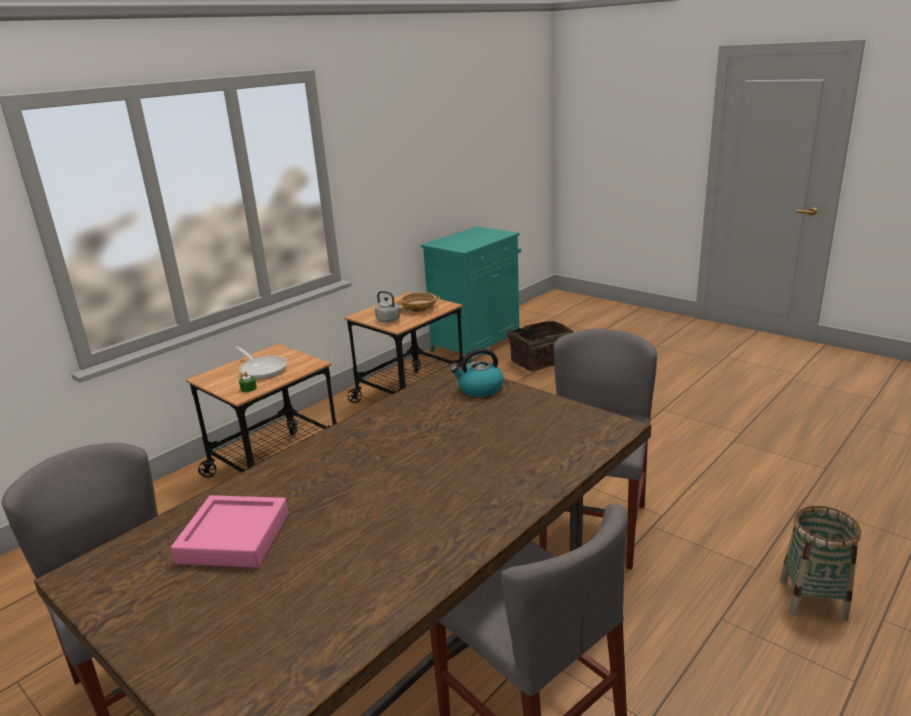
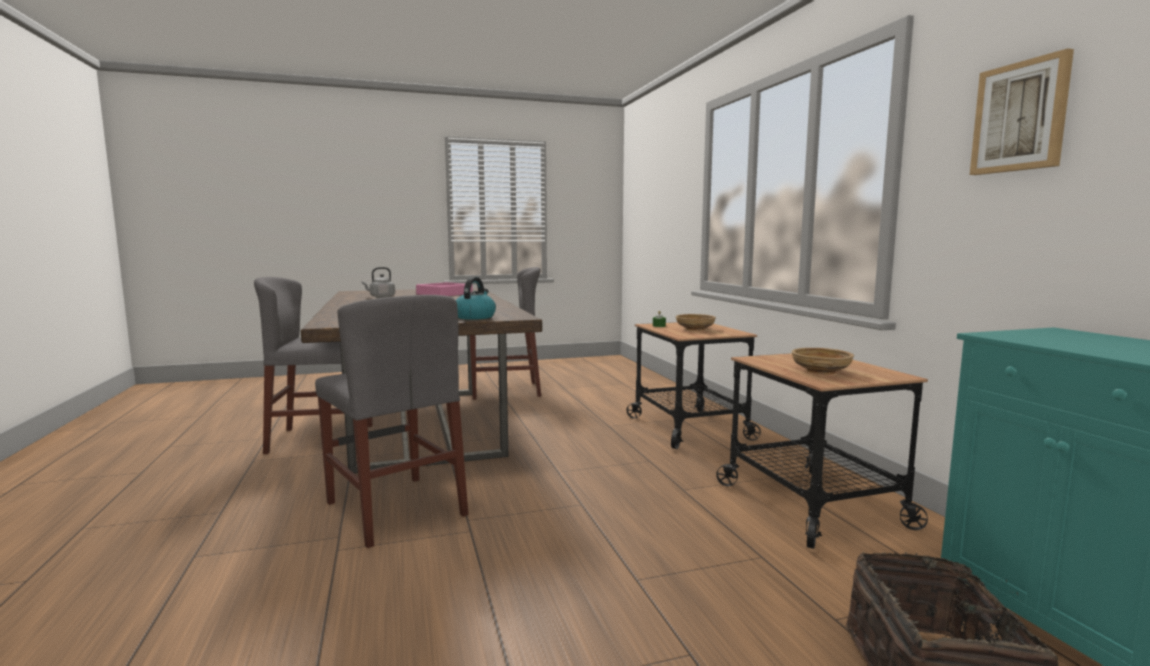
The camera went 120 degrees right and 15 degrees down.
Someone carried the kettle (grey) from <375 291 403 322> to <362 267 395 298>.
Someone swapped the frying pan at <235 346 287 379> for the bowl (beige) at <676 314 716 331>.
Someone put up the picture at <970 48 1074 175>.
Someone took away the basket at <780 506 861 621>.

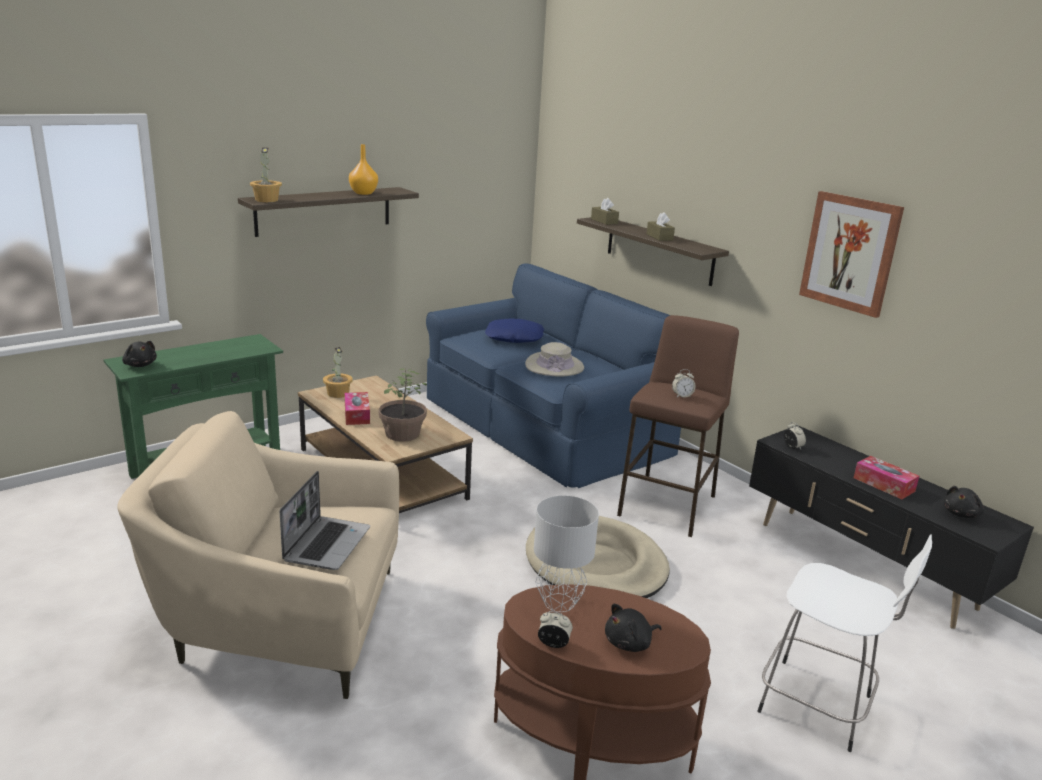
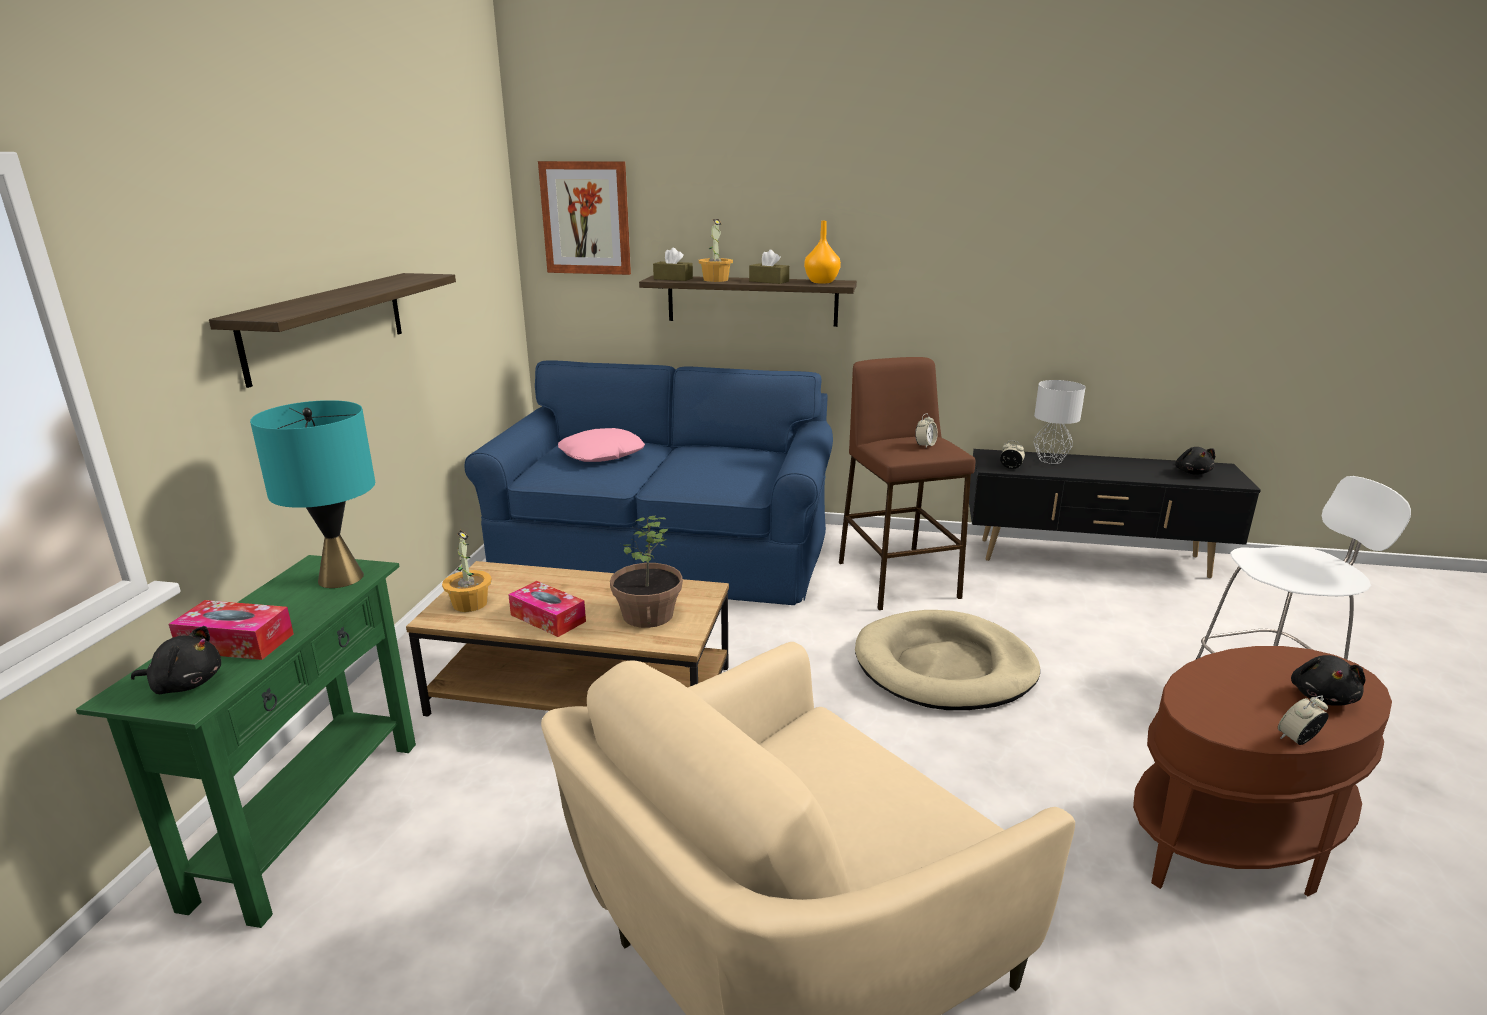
The camera went 40 degrees left and 0 degrees up.
Someone carried the tissue box from <854 456 919 499> to <169 600 294 660>.
Someone put down the table lamp (turquoise) at <250 400 375 588>.
Someone carried the picture from <799 191 904 318> to <538 161 631 275>.
Someone repainted the pillow (blue) at <485 318 544 343>, which became the pillow (pink) at <558 428 645 462>.
Someone carried the potted plant from <250 147 282 202> to <698 219 733 282>.
Someone carried the vase (orange) from <349 144 378 195> to <804 221 841 284>.
Someone carried the table lamp (grey) from <534 495 599 612> to <1034 380 1086 464>.
Someone took away the laptop at <280 471 370 570>.
Someone took away the hat (beige) at <525 342 584 377>.

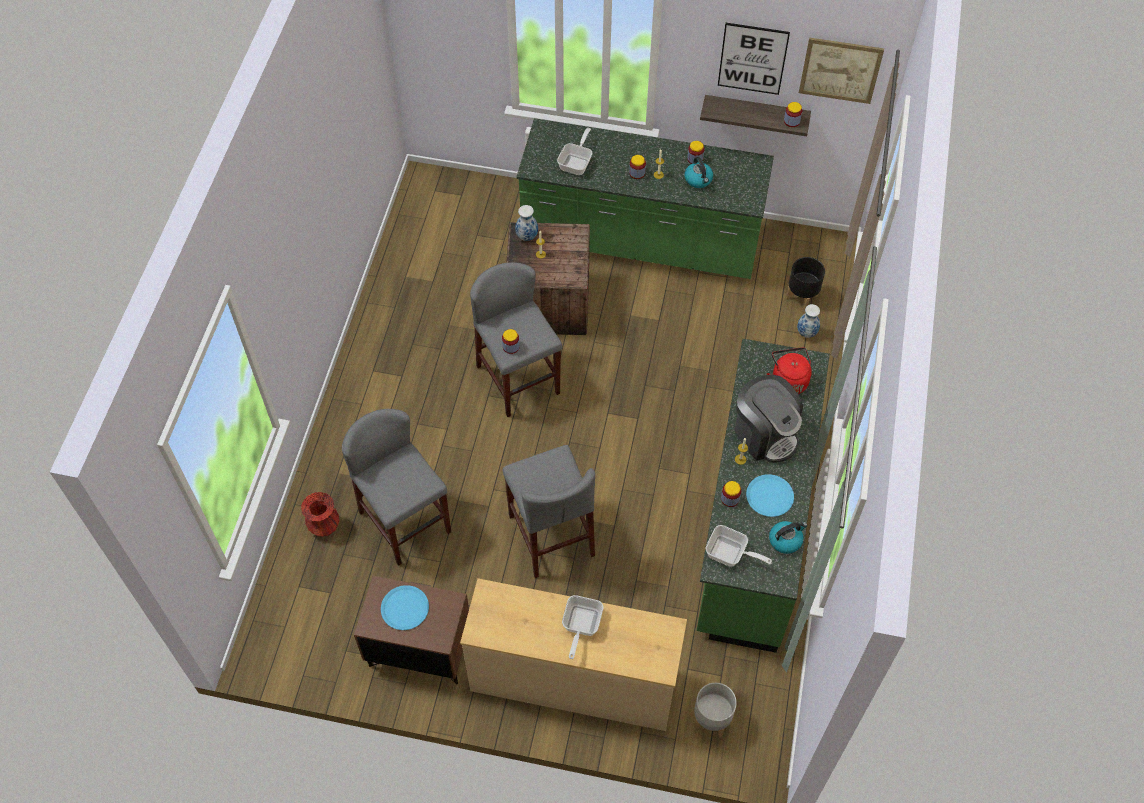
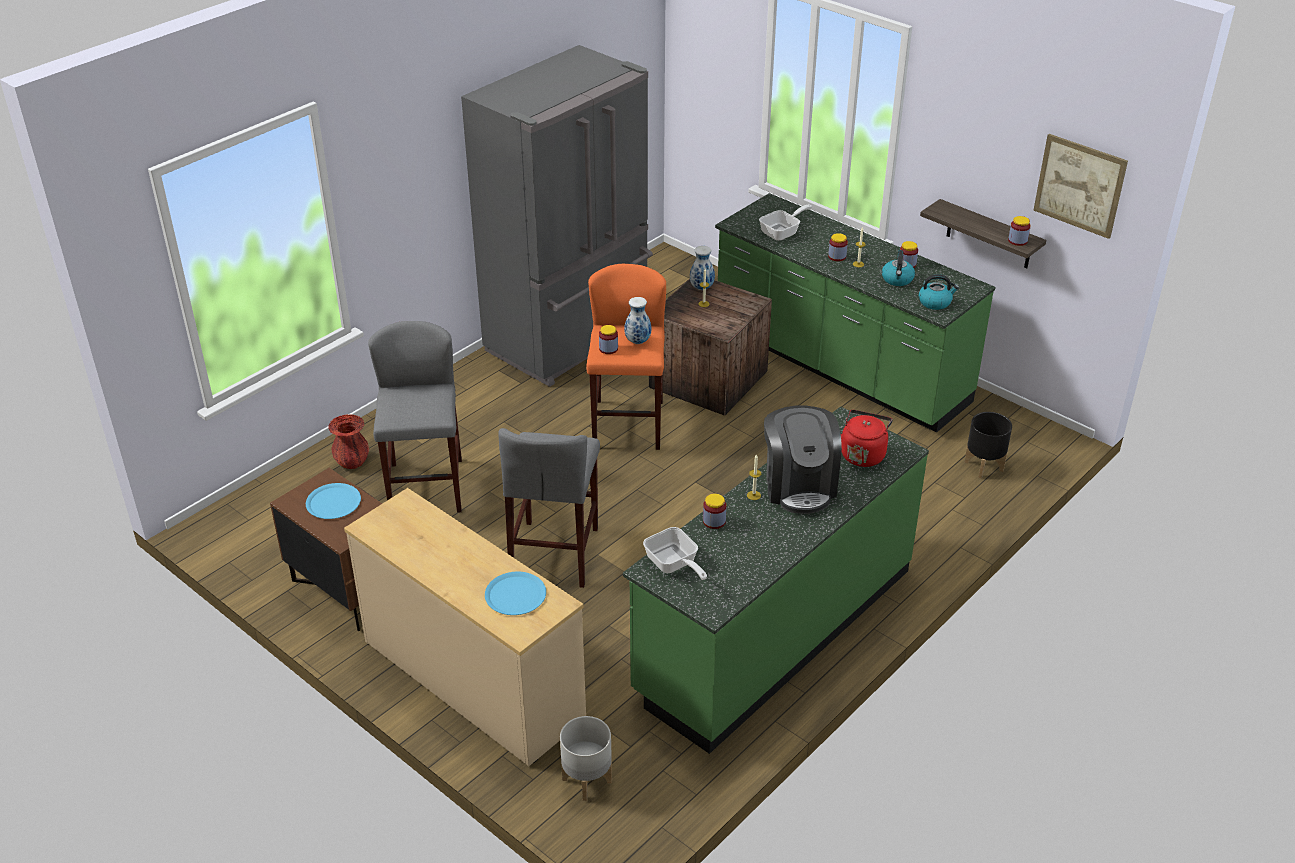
The camera went 30 degrees right and 20 degrees down.
Someone put down the fridge (grey) at <461 45 653 387>.
Someone carried the plate (blue) from <746 474 794 517> to <485 572 546 615>.
Someone repainted the stool (grey) at <470 262 562 417>, which became the stool (orange) at <586 264 666 450>.
Someone carried the vase from <797 304 820 338> to <624 297 651 344>.
Someone carried the kettle from <769 521 807 554> to <919 274 959 310>.
Someone took away the frying pan at <562 595 603 659>.
Someone took away the picture at <718 23 790 95>.

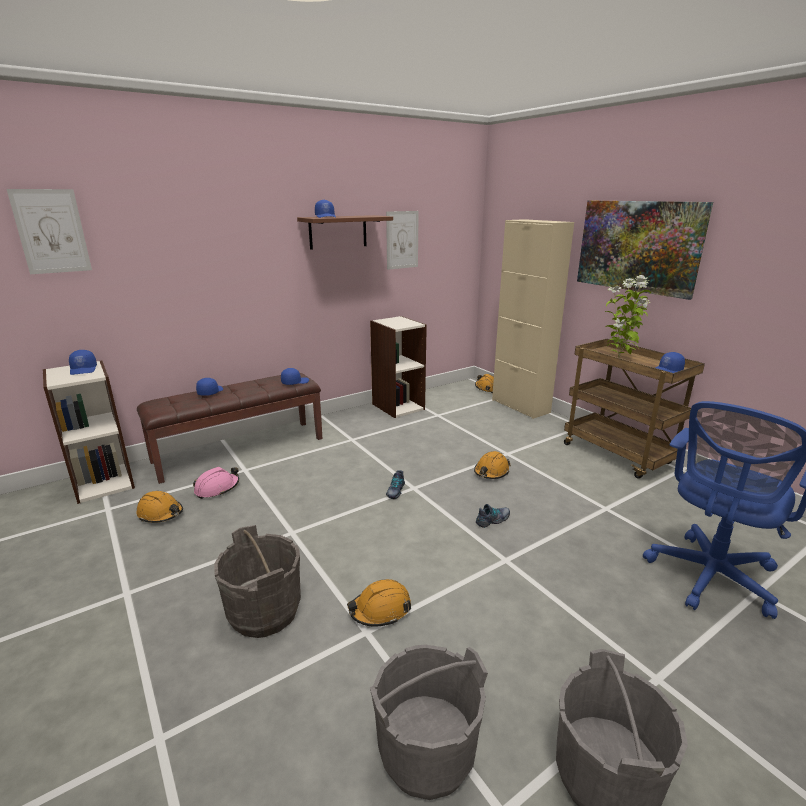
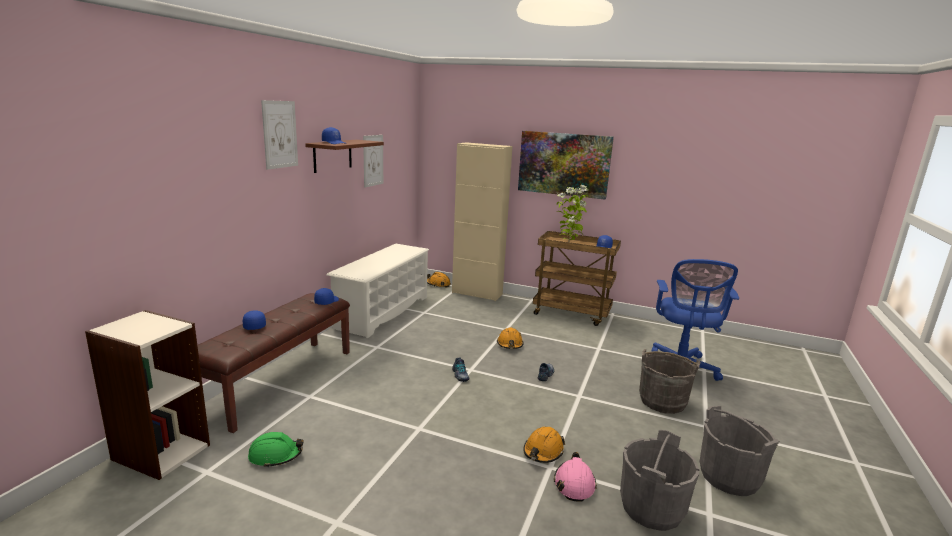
The camera went 35 degrees left and 5 degrees down.
Someone repainted the hard hat (orange) at <136 491 183 523>, which became the hard hat (green) at <248 432 304 468>.
Someone carried the picture from <7 189 92 274> to <261 100 298 170>.
Someone swapped the bookcase at <370 316 427 418> for the shoe rack (white) at <327 244 429 338>.
Someone carried the hard hat (pink) from <193 467 239 499> to <554 452 597 502>.
Someone carried the bucket (grey) from <214 525 301 638> to <639 349 700 414>.
Someone took away the cap (blue) at <69 350 97 375>.

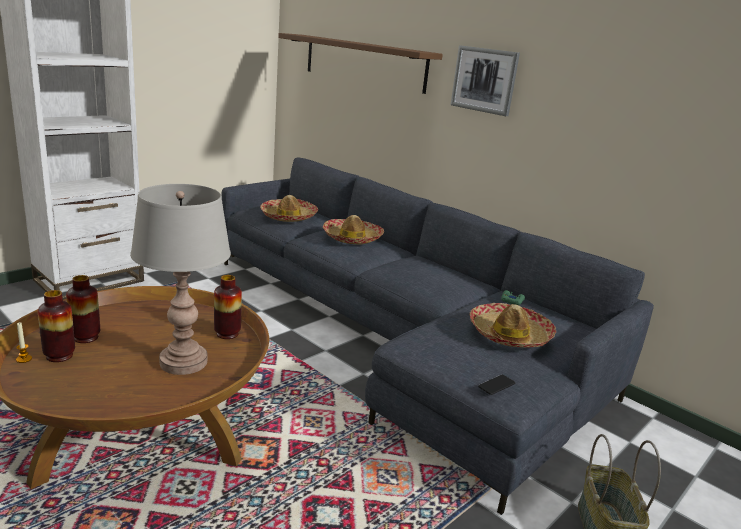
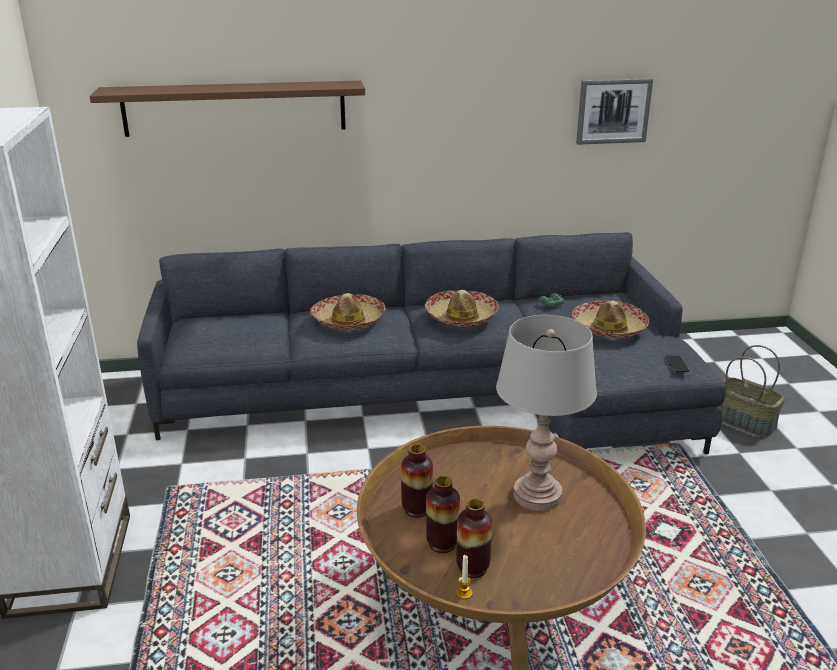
The camera went 50 degrees left and 5 degrees up.
Someone carried the vase from <214 275 242 339> to <401 444 433 518>.
Someone carried the hat from <260 195 318 222> to <425 290 499 327>.
Someone carried the picture from <450 45 520 116> to <576 78 653 145>.

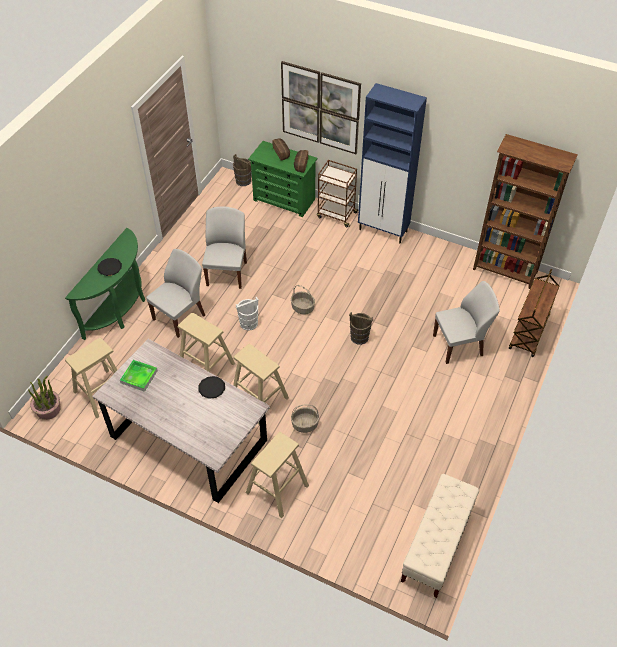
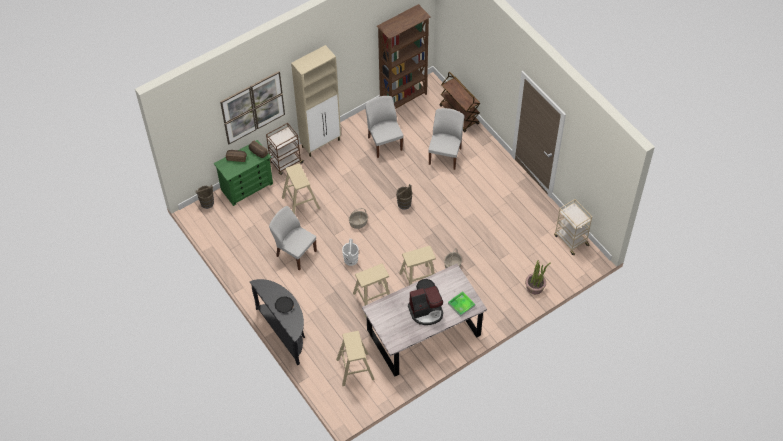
The camera went 60 degrees left and 5 degrees up.
Someone repainted the console table (green) at <65 228 145 340>, which became the console table (black) at <250 279 305 366>.
Someone carried the stool (beige) from <246 432 309 518> to <282 163 320 214>.
Someone repainted the cabinet (blue) at <358 83 427 244>, which became the cabinet (beige) at <291 45 341 157>.
Someone carried the chair (white) from <146 249 205 338> to <365 96 403 158>.
Someone put down the coffee machine at <408 286 443 325>.
Someone carried the tray from <120 360 158 392> to <448 292 475 317>.
Someone carried the potted plant from <28 376 61 420> to <525 260 551 294>.
Someone swapped the bench (beige) at <401 474 479 598> for the cart (beige) at <554 199 592 255>.

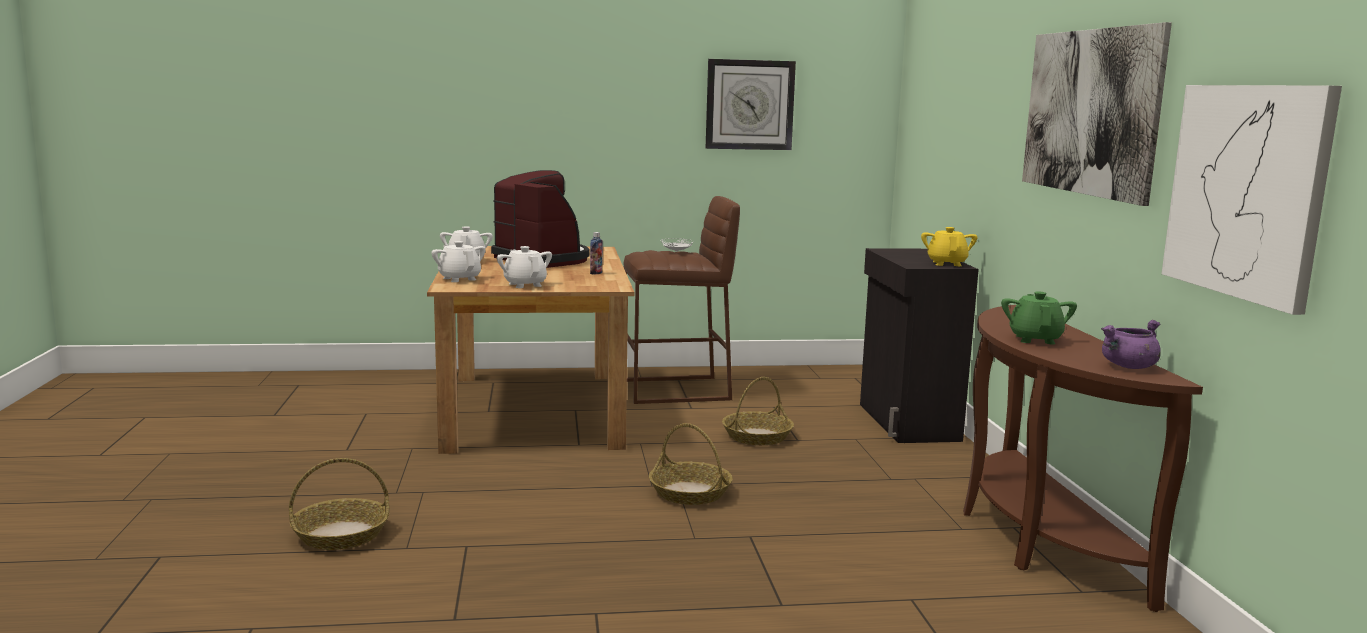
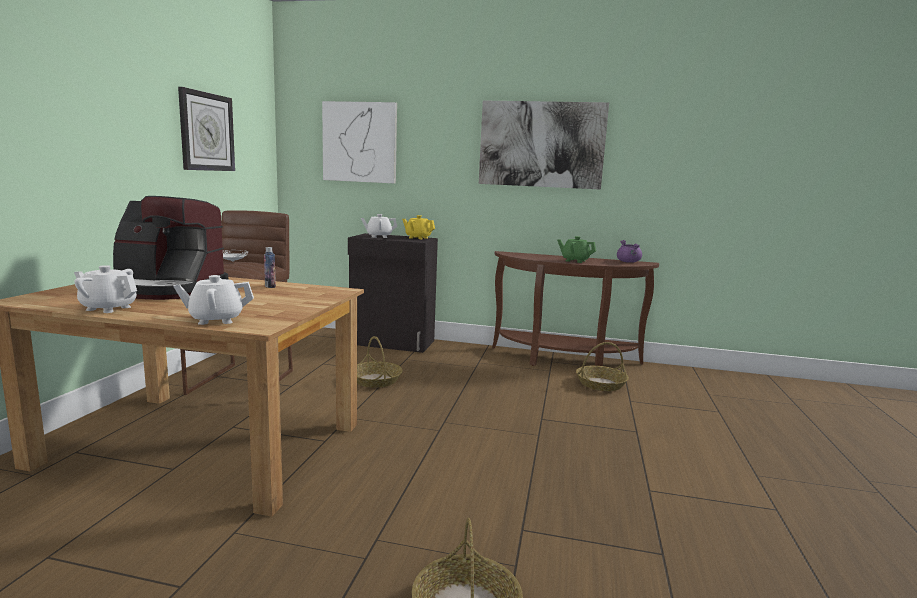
The camera went 70 degrees left and 0 degrees up.
Someone rotated the coffee machine at <491 170 590 268> by 150 degrees counterclockwise.
Someone carried the picture from <1161 85 1342 315> to <322 101 397 183>.
Someone carried the teapot (white) from <497 246 552 288> to <361 214 397 238>.
Someone carried the basket from <649 423 733 505> to <576 342 629 391>.

